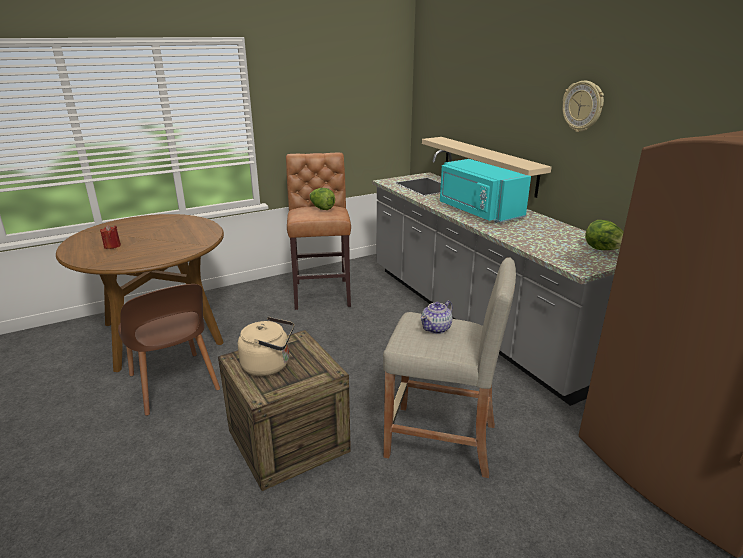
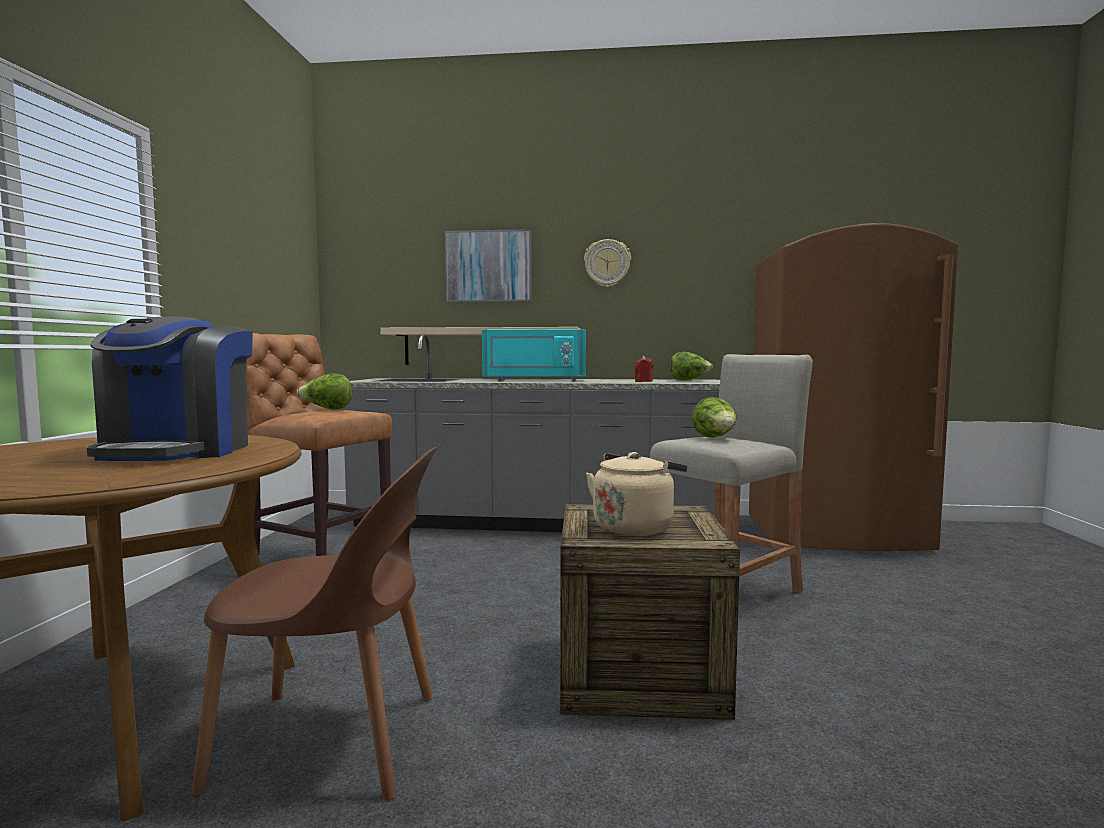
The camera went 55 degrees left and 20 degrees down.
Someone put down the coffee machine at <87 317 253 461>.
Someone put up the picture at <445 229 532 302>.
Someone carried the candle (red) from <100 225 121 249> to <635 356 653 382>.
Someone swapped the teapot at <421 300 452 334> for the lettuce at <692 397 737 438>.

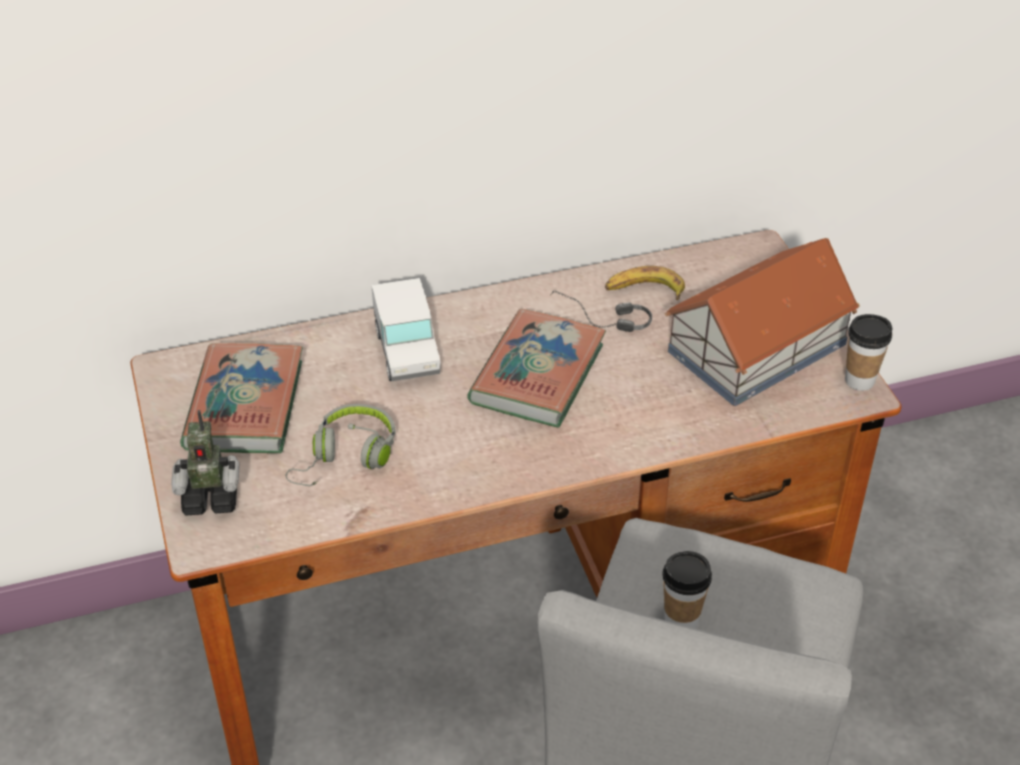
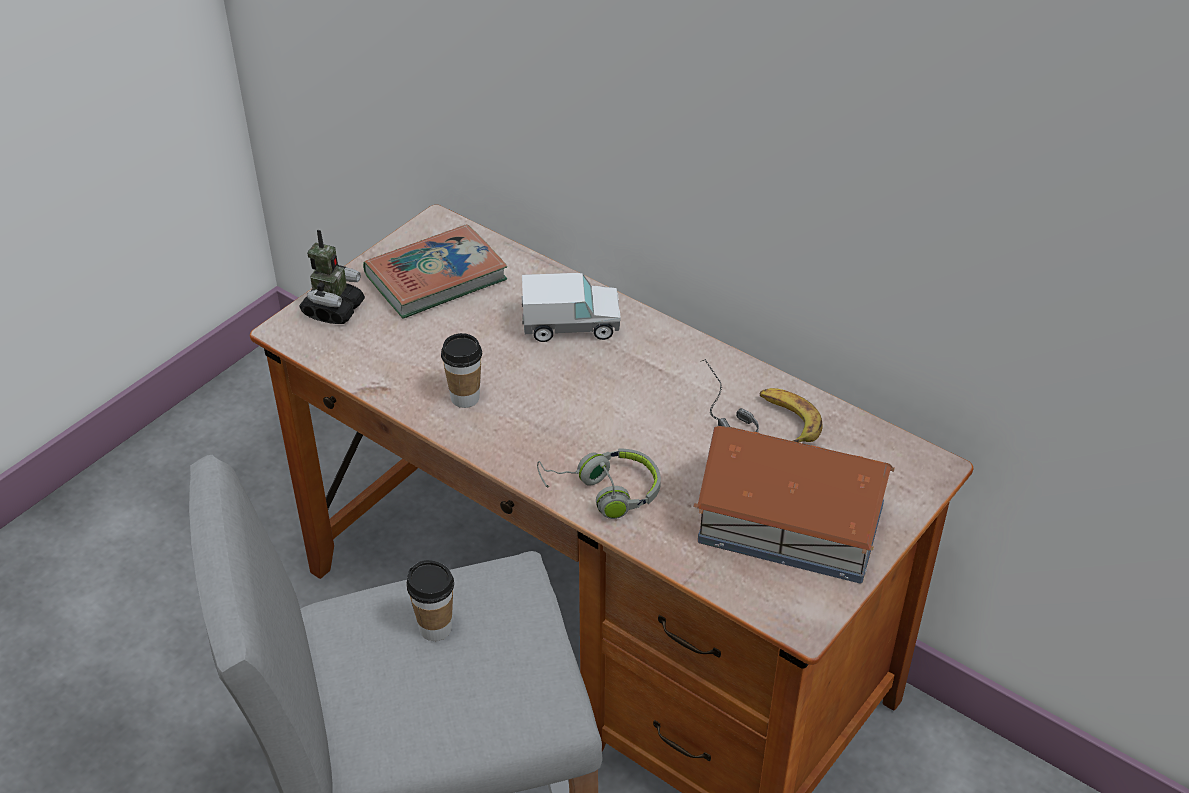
The camera went 55 degrees right and 0 degrees up.
Someone rotated the toy robot at <171 410 240 515> by 120 degrees counterclockwise.
Someone carried the cup from <845 314 892 391> to <441 333 482 408>.
Someone rotated the toy truck at <371 278 441 381> by 135 degrees counterclockwise.
Someone carried the headphones (grey) from <286 404 396 486> to <537 449 661 519>.
Someone took away the book at <468 309 606 427>.

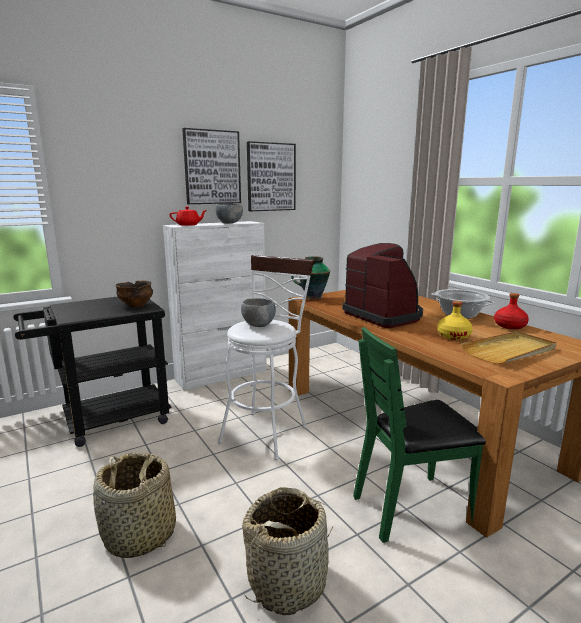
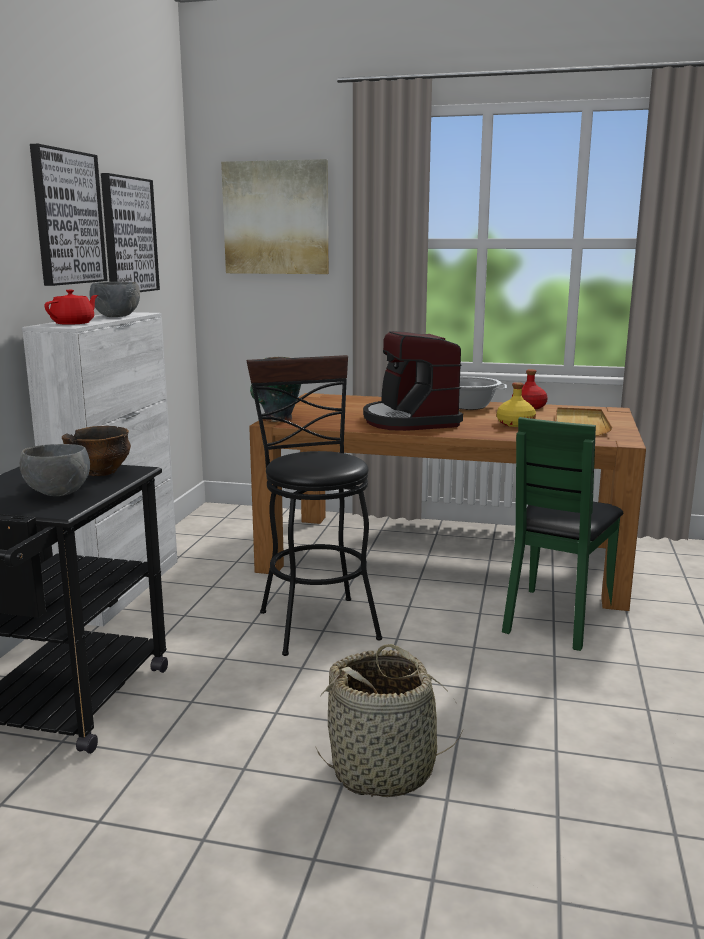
The camera went 45 degrees left and 0 degrees up.
Someone carried the bowl (grey) from <241 298 276 327> to <20 444 90 496>.
Someone put up the picture at <221 159 329 274>.
Someone repainted the stool (white) at <218 255 314 460>, which became the stool (black) at <246 355 382 656>.
Someone rotated the coffee machine at <343 243 423 328> by 120 degrees counterclockwise.
Someone took away the basket at <242 487 334 615>.

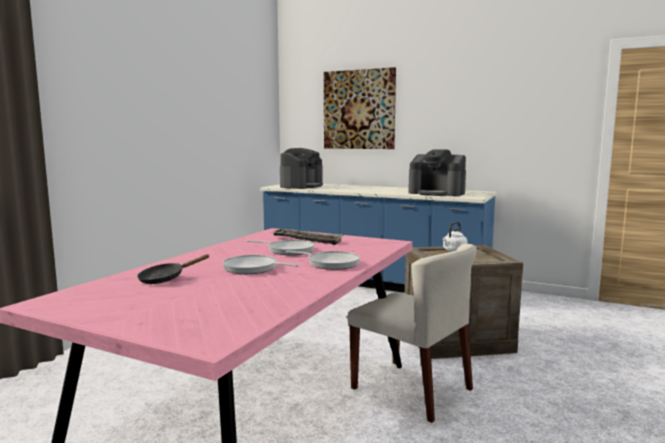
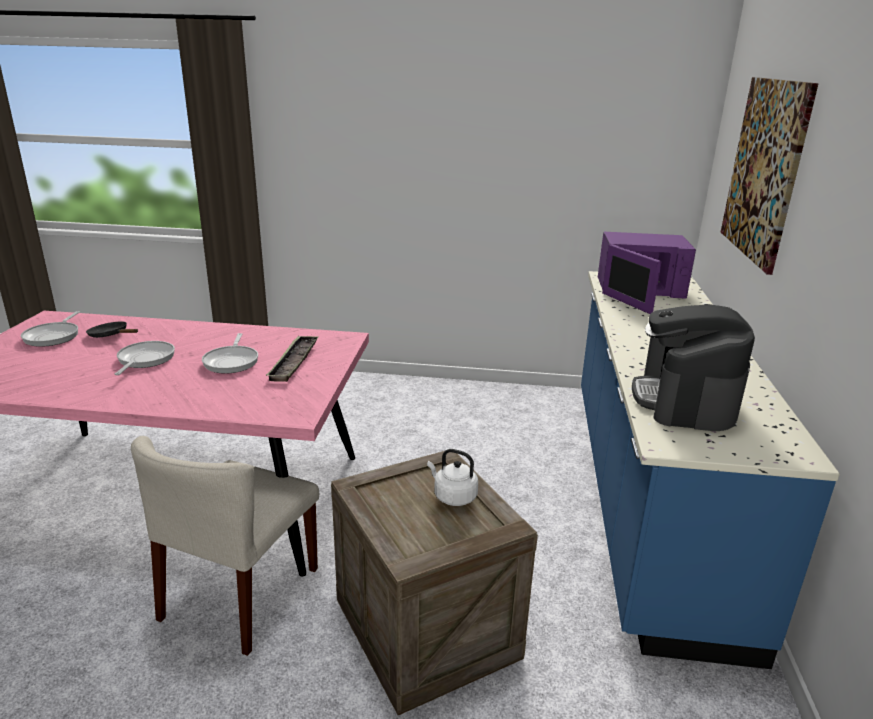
The camera went 70 degrees right and 15 degrees up.
Someone carried the frying pan from <286 250 360 270> to <21 311 80 347>.
Someone swapped the coffee machine at <280 148 323 189> for the microwave (purple) at <598 232 696 314>.

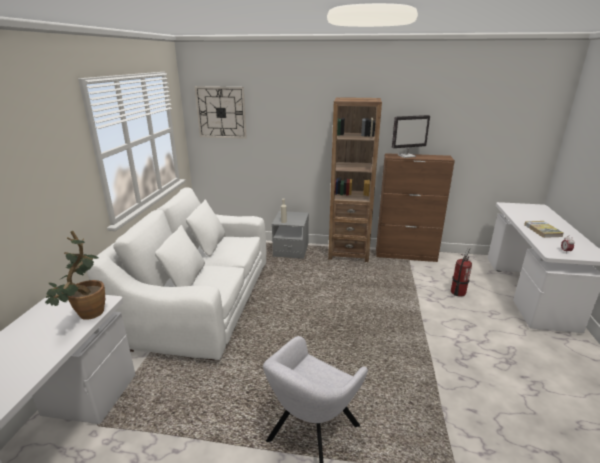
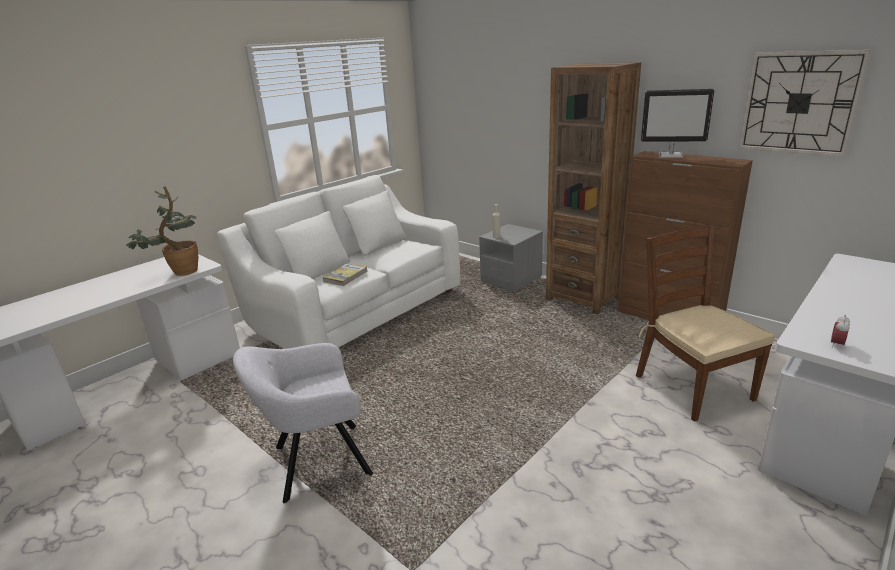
The camera went 35 degrees right and 0 degrees up.
Someone carried the book from <524 221 564 238> to <323 263 368 286>.
Someone swapped the fire extinguisher at <451 248 472 296> for the chair (brown) at <636 225 775 422>.
Someone carried the wall clock from <195 86 247 139> to <739 50 871 157>.

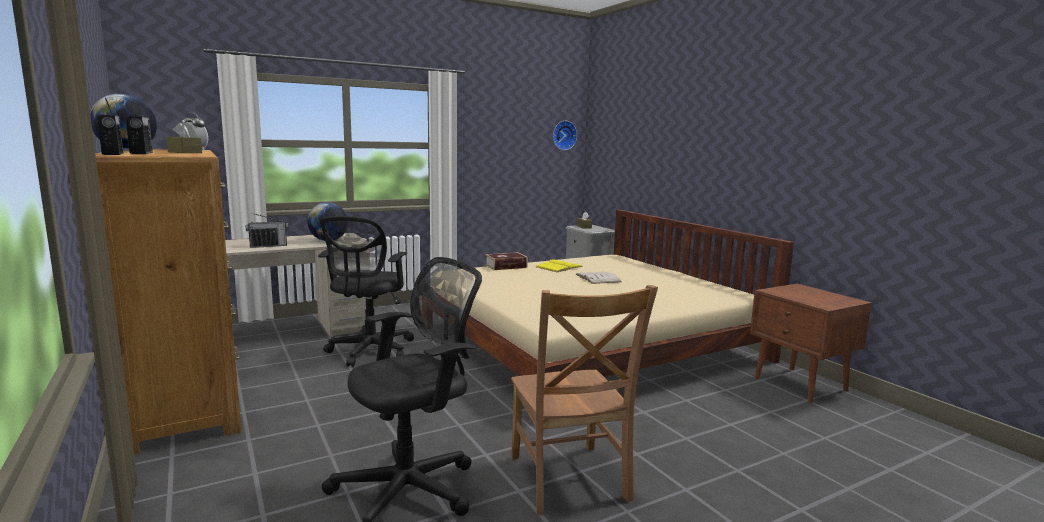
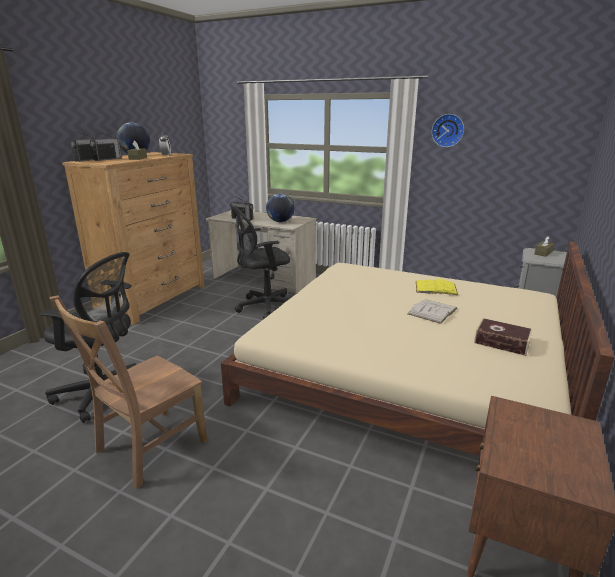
The camera went 55 degrees right and 10 degrees up.
Someone carried the wall clock from <553 121 577 150> to <432 114 464 147>.
Someone carried the book from <486 252 528 270> to <474 318 533 356>.

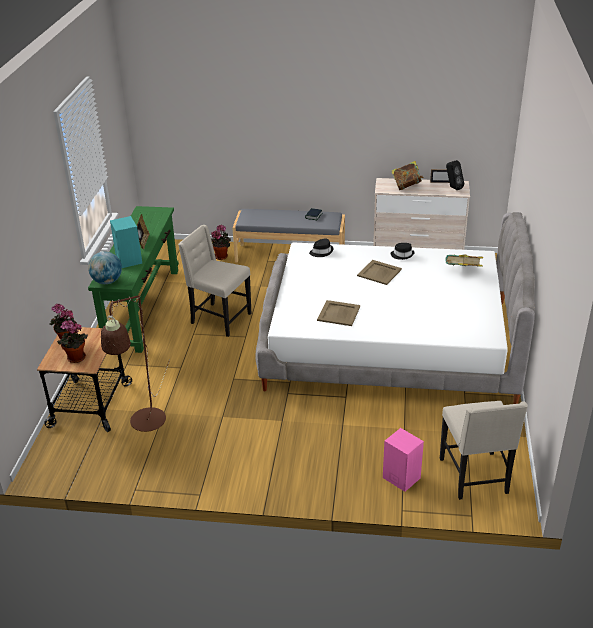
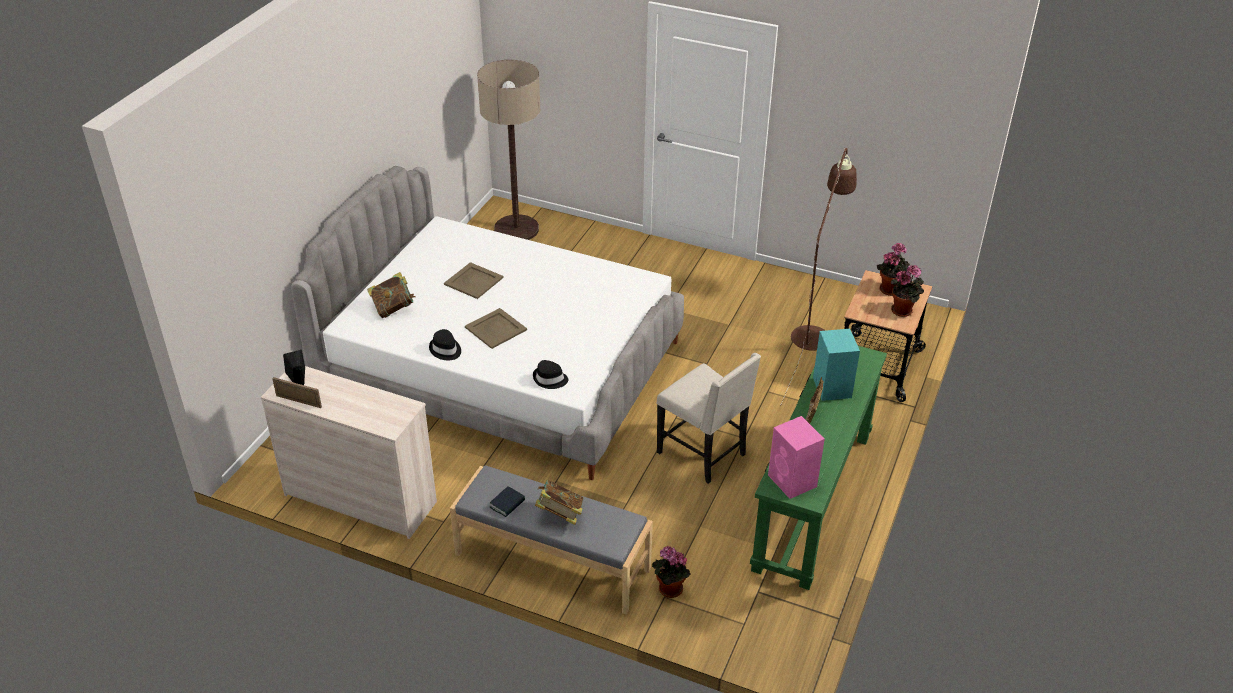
The camera went 165 degrees left and 5 degrees up.
Someone carried the tray (beige) from <317 300 360 326> to <444 262 504 299>.
Someone swapped the chair (beige) at <440 401 528 500> for the floor lamp at <477 60 541 240>.
Someone carried the book from <391 161 423 190> to <535 480 584 525>.
Someone carried the speaker (pink) from <383 428 424 492> to <768 416 825 499>.
Someone took away the globe at <88 251 122 284>.

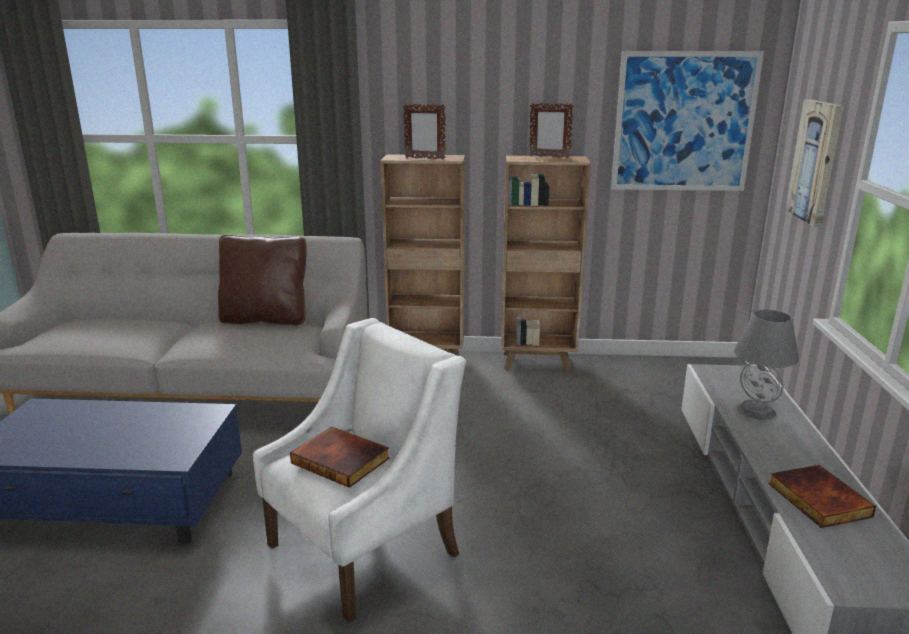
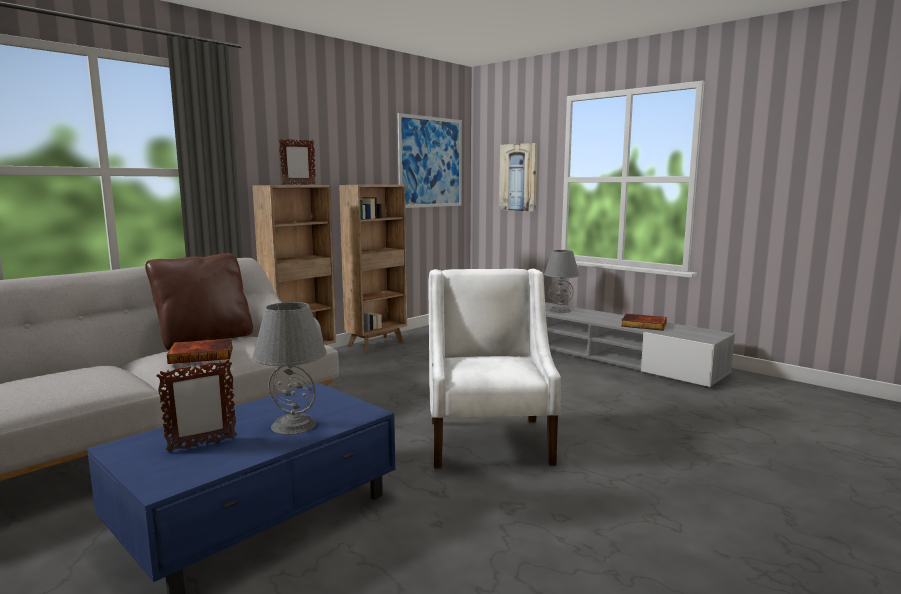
The camera went 50 degrees left and 10 degrees down.
Someone carried the picture frame from <529 103 573 158> to <156 360 237 452>.
Someone carried the book from <290 427 390 488> to <167 339 233 364>.
Someone put down the table lamp (grey) at <252 302 327 435>.

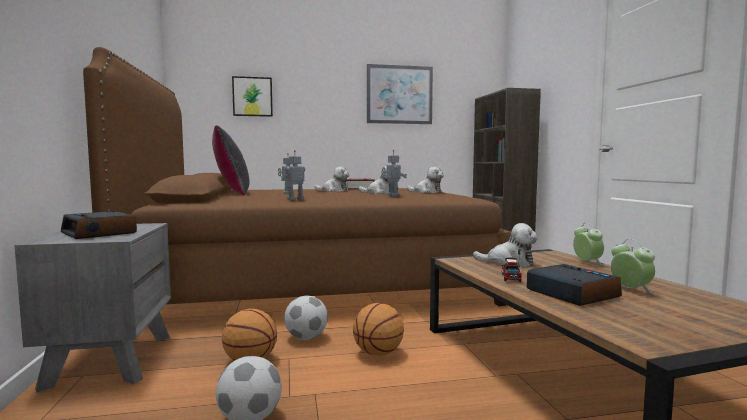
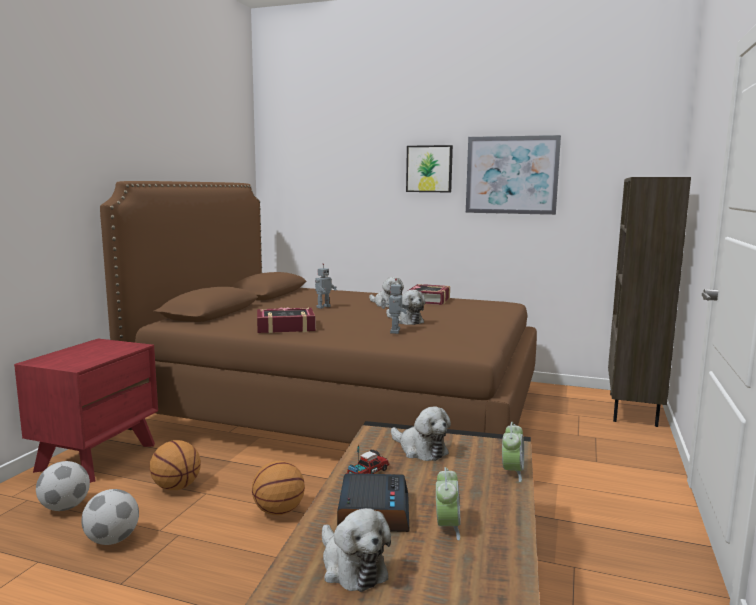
The camera went 30 degrees right and 5 degrees up.
Someone repainted the nightstand (grey) at <14 223 171 393>, which became the nightstand (red) at <14 339 158 483>.
Someone carried the football from <284 296 328 340> to <36 461 90 511>.
Someone swapped the toy robot at <281 150 305 200> for the book at <257 307 316 333>.
Someone carried the plush toy from <407 167 444 193> to <322 508 391 592>.
Someone carried the picture from <232 76 273 117> to <406 145 453 192>.
Someone took away the alarm clock at <61 211 137 239>.
Someone took away the pillow (black) at <212 125 250 196>.

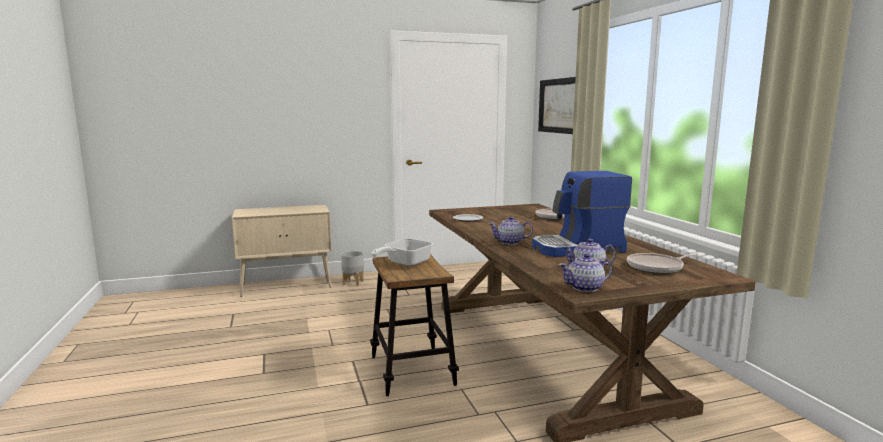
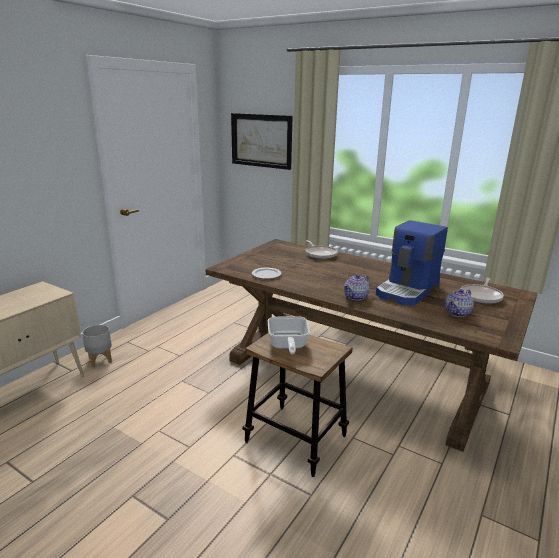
The camera went 40 degrees left and 10 degrees up.
Someone took away the teapot at <559 253 613 292>.

